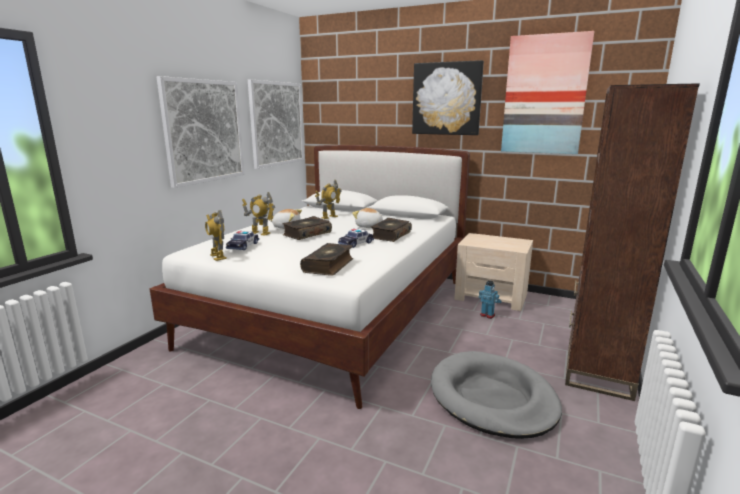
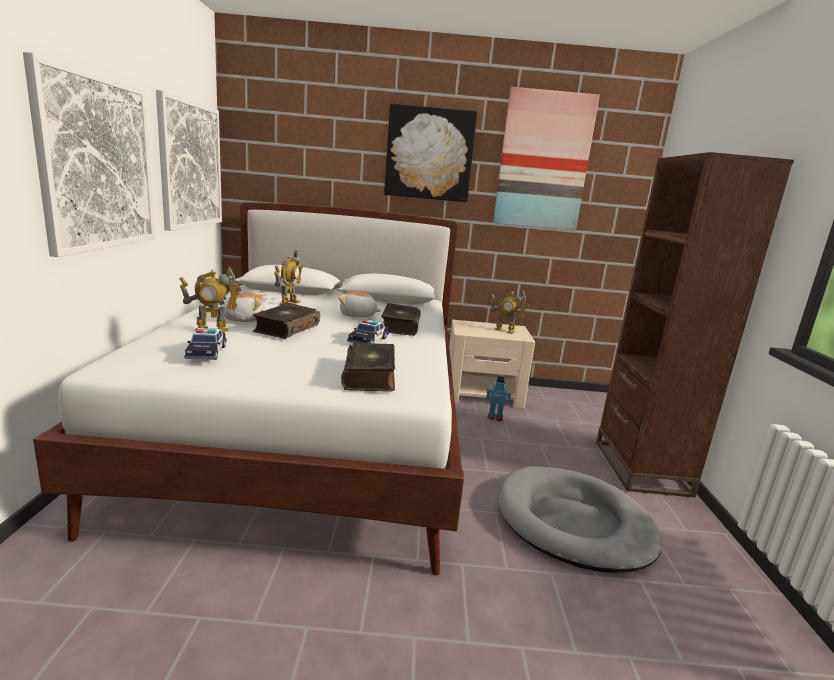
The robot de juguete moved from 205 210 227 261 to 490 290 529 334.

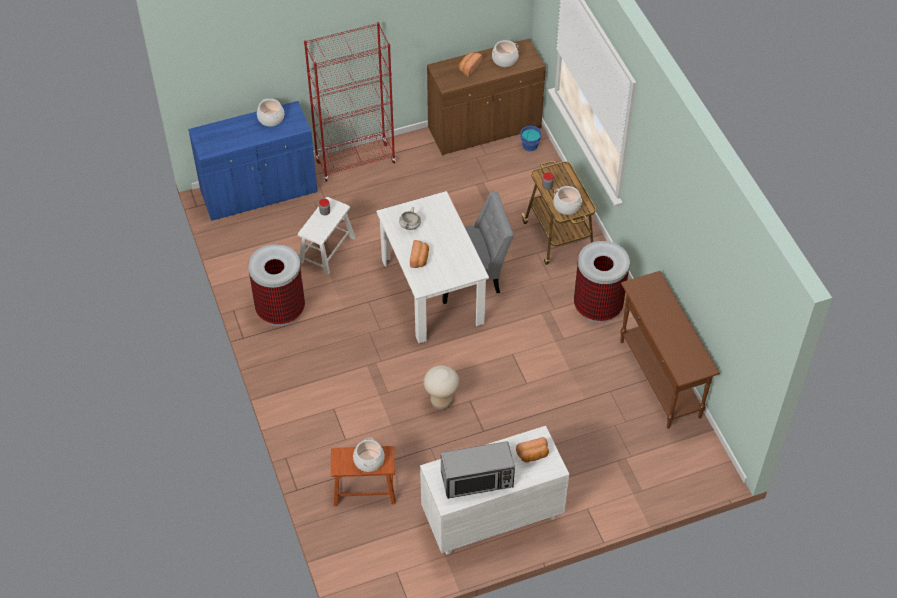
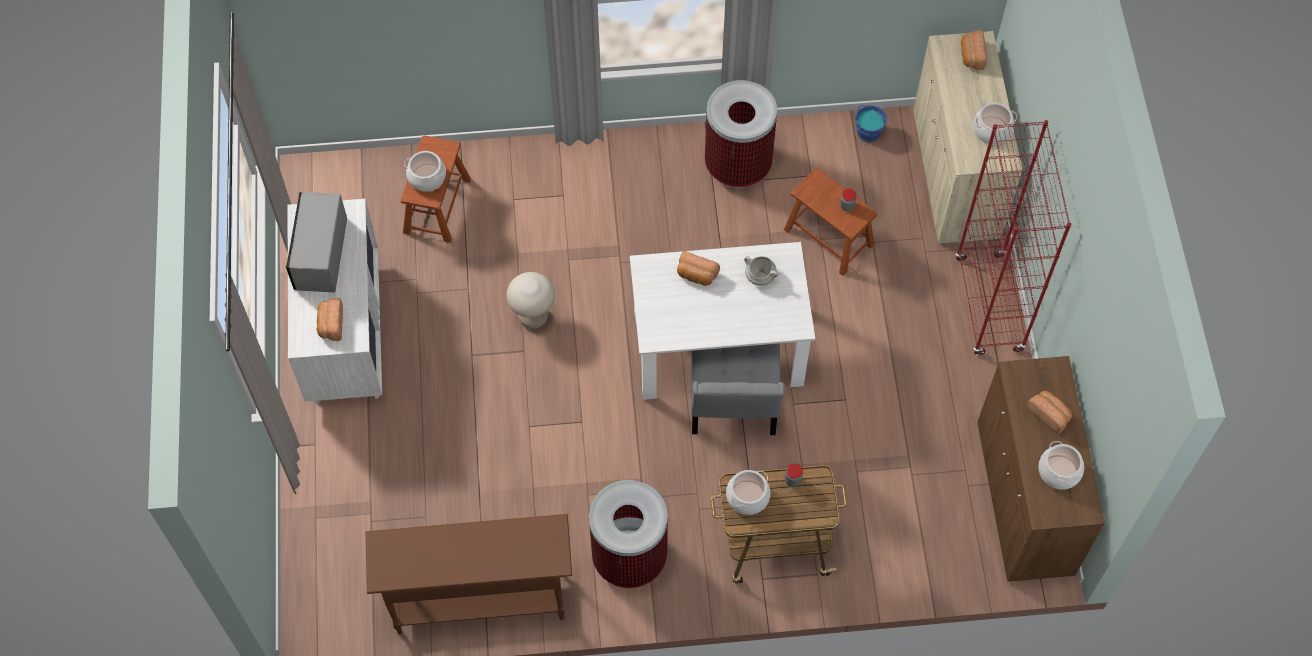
The taburete/blanco at 298 197 356 275 became the taburete/marrón at 784 168 877 276.
The cubo/azul moved from 520 123 542 152 to 855 105 887 143.
The armario/azul at 188 101 318 221 became the armario/beis at 913 31 1023 244.
The pan at 961 30 987 70 appeared.

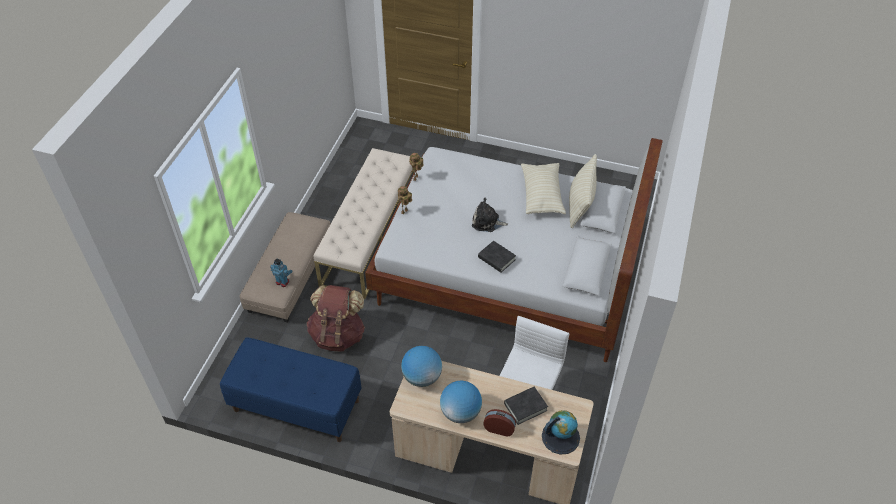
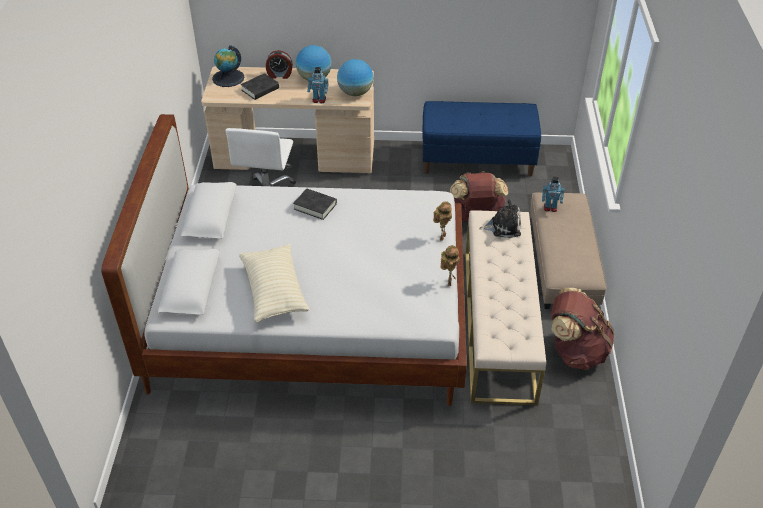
The robot de juguete at 307 67 329 103 appeared.
The peluche moved from 472 197 508 232 to 479 199 521 238.
The mochila/marrón at 551 288 614 370 appeared.
The cojín/beis at 569 154 597 228 disappeared.

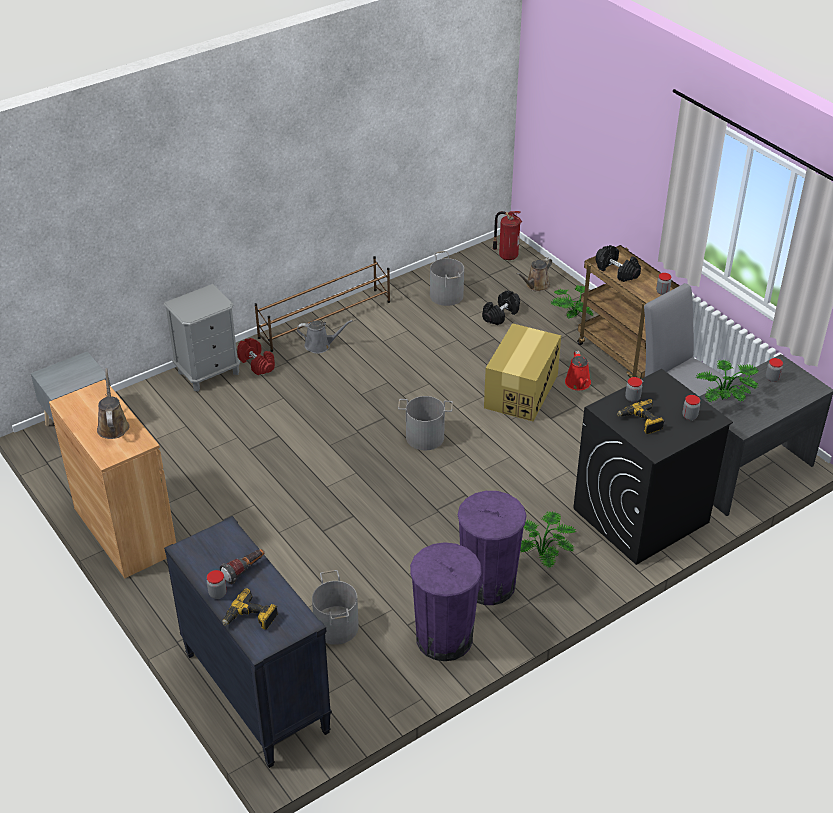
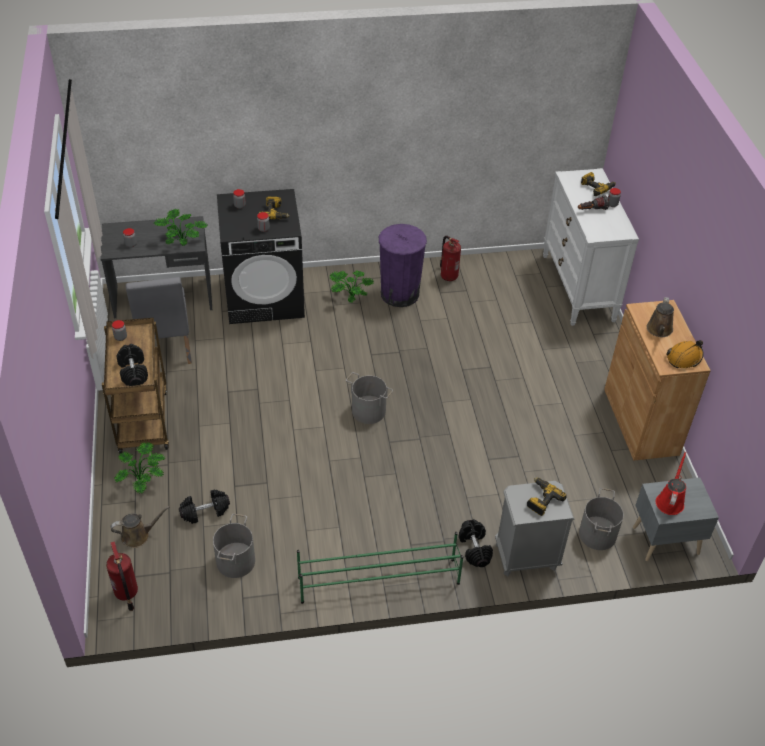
The zapatero/marrón at 255 256 390 352 became the zapatero/verde at 297 532 464 604.
The papelera/morado at 410 542 482 661 was replaced by the extintor at 440 236 461 281.
The mancuerna/rojo at 237 338 275 375 became the mancuerna/negro at 459 519 493 567.
The taladro at 527 477 567 516 appeared.
The cómoda/negro at 164 516 332 768 became the cómoda/blanco at 543 168 639 326.
The cubo/gris moved from 312 570 359 645 to 579 488 624 550.
The regadera/rojo moved from 565 351 591 390 to 656 452 686 515.
The casco/naranja at 666 340 704 368 appeared.
The regadera/gris at 297 320 353 354 disappeared.
The caja de cartón at 484 323 561 421 disappeared.

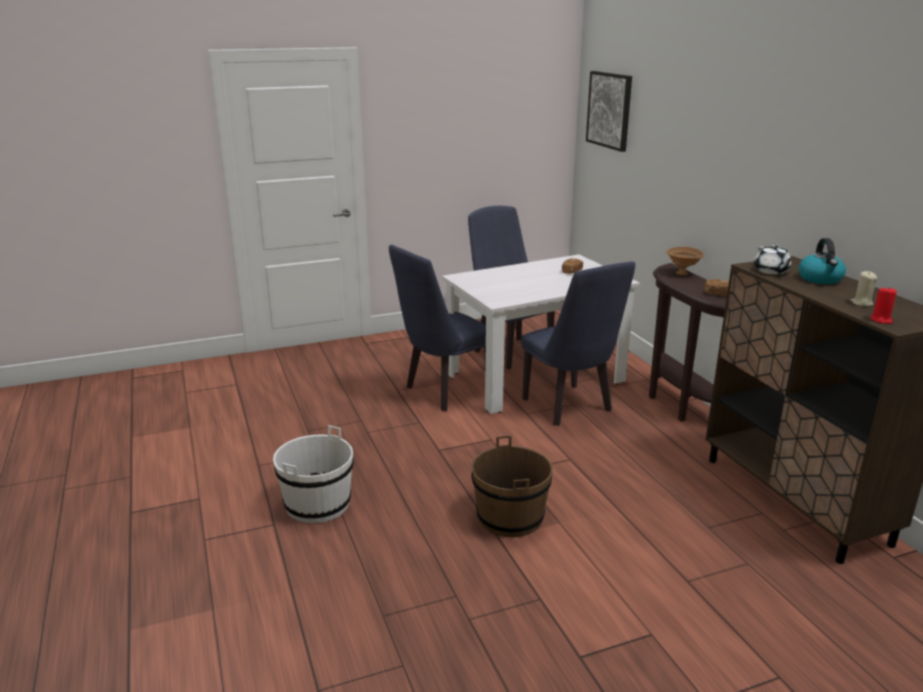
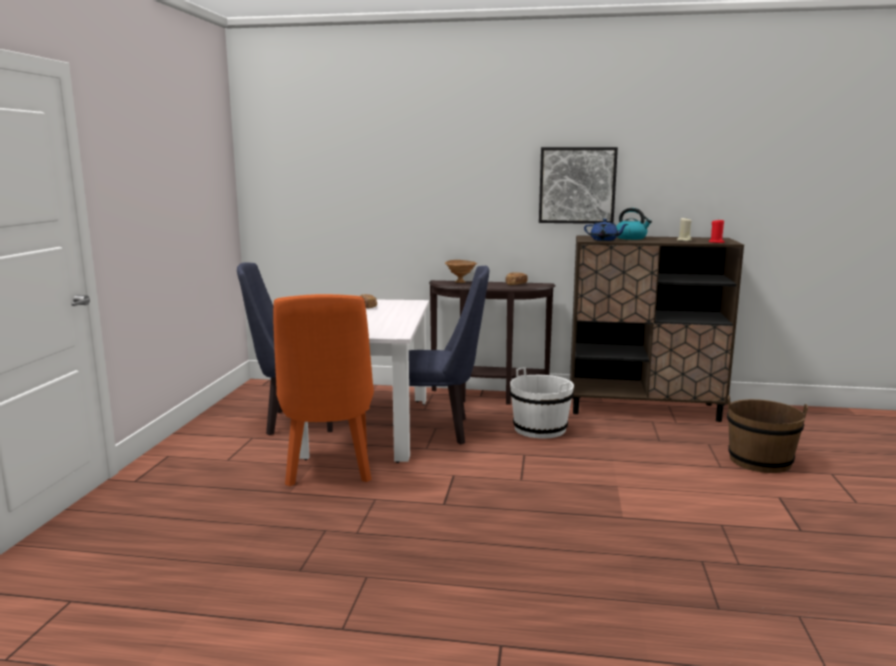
The silla/azul at 389 245 486 411 became the silla/naranja at 273 294 374 486.
The cubo/blanco moved from 273 425 354 523 to 510 367 574 439.
The cuadro moved from 586 71 632 152 to 539 147 618 224.
The tetera/blanco at 754 244 793 275 became the tetera/azul at 584 219 628 241.
The cubo/marrón moved from 471 436 553 537 to 727 395 808 473.

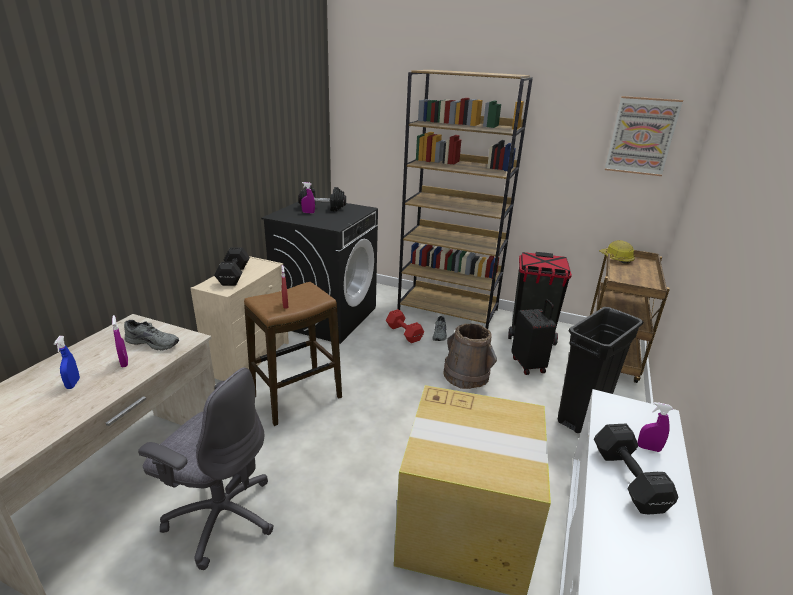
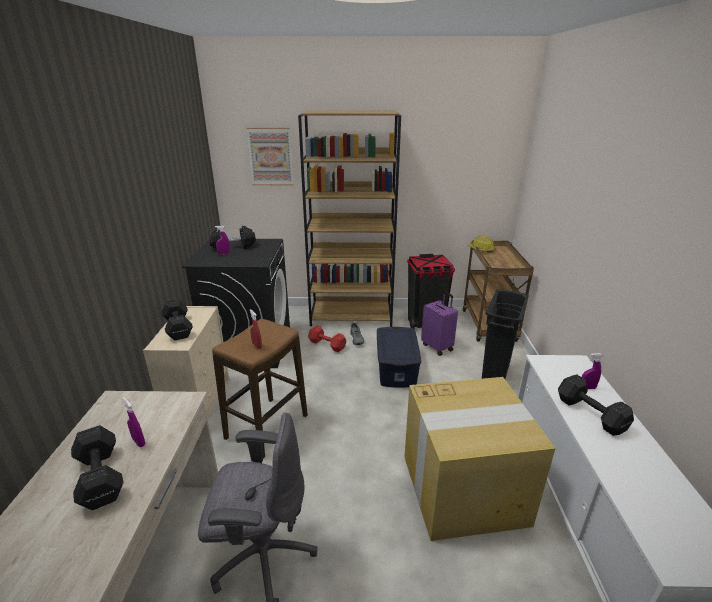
The pulverizador/azul at 54 336 80 389 was replaced by the mancuerna/negro at 71 425 123 510.
The cuadro moved from 605 96 683 176 to 247 127 294 185.
The cubo/marrón at 444 323 497 389 was replaced by the caja de almacenaje/azul at 377 327 421 388.
The maleta/negro at 511 299 556 375 became the maleta/morado at 421 292 458 356.
The zapato/gris at 124 320 179 350 disappeared.

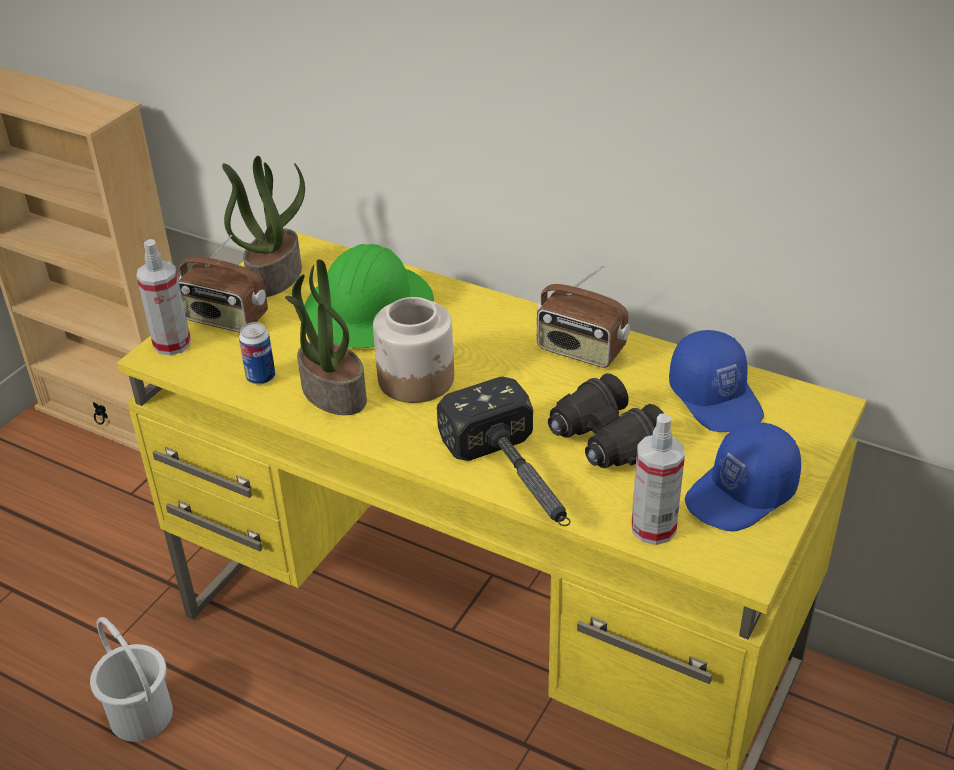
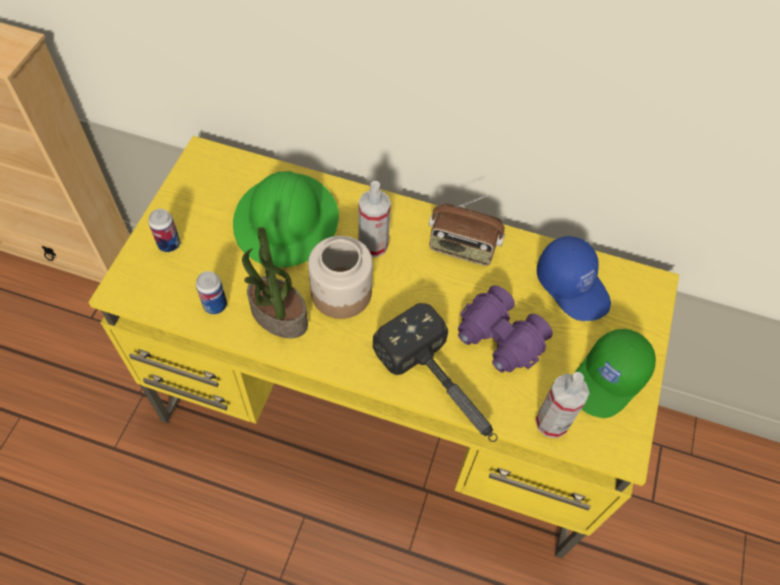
The radio at 178 235 268 332 was replaced by the lata at 148 209 180 252.
The pulverizador moved from 136 239 191 356 to 358 181 391 257.
The prismáticos/negro at 548 373 664 468 became the prismáticos/morado at 458 285 553 373.
The gorra/azul at 685 422 801 532 became the gorra/verde at 575 329 656 418.
The cubo/blanco at 90 617 173 742 disappeared.
The planta en maceta at 222 156 305 297 disappeared.

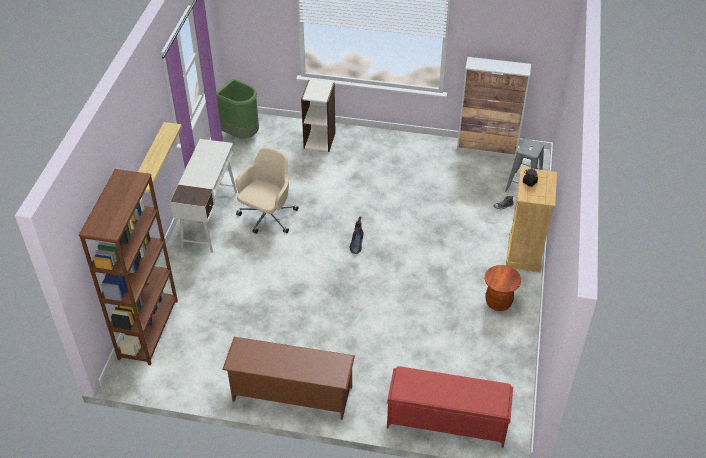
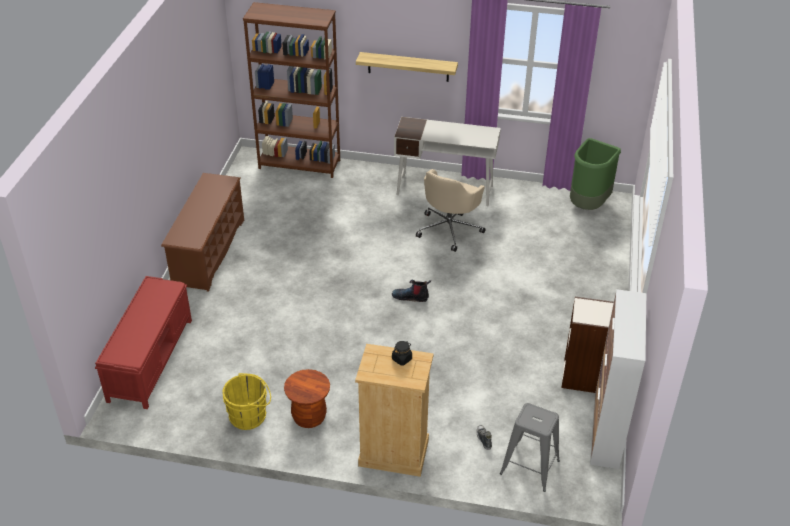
The cubo/amarillo at 222 373 271 430 appeared.
The silla de oficina/beis at 235 147 299 234 turned 90 degrees clockwise.
The estantería moved from 301 80 336 152 to 561 297 614 393.

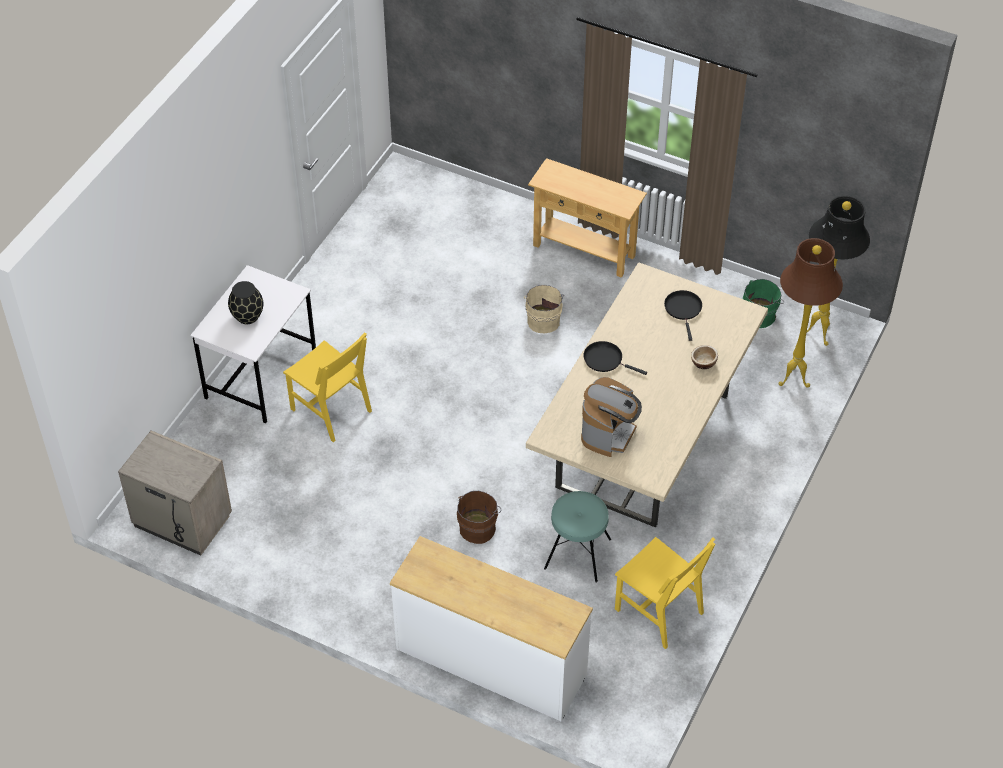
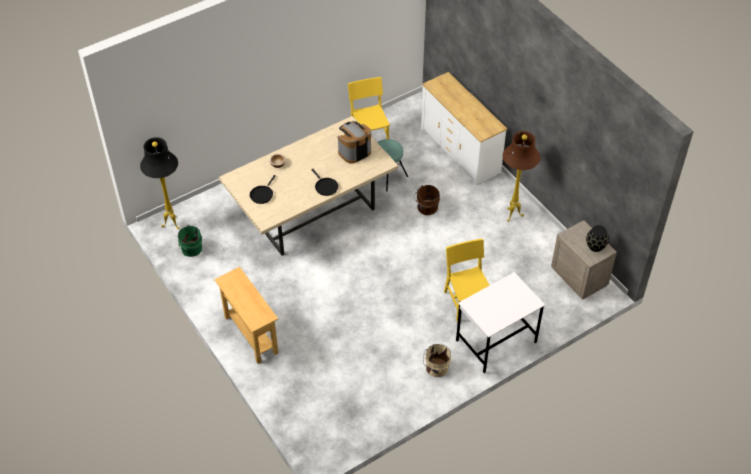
The cubo/beis moved from 523 285 564 333 to 423 344 451 377.
The lámpara de pie/marrón moved from 779 238 843 388 to 503 131 540 222.
The florero/negro moved from 228 281 263 324 to 586 225 609 252.

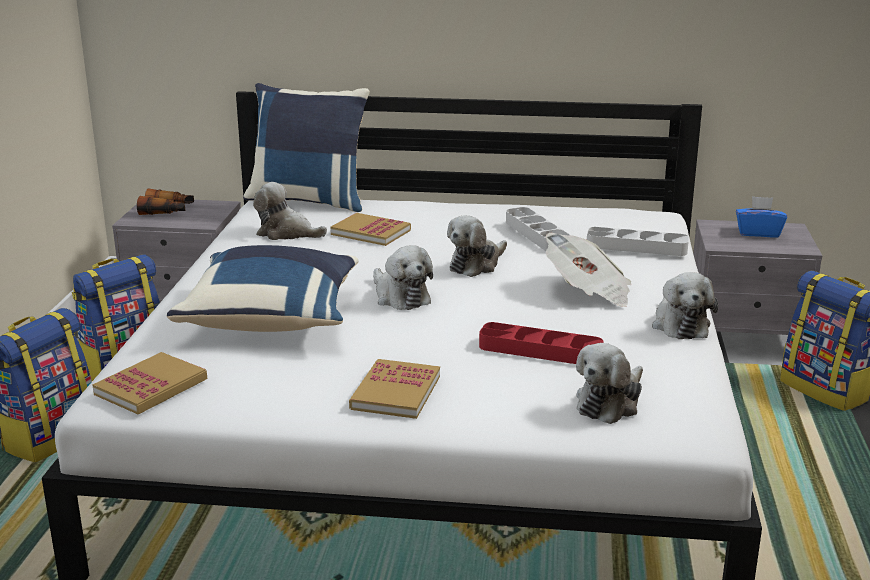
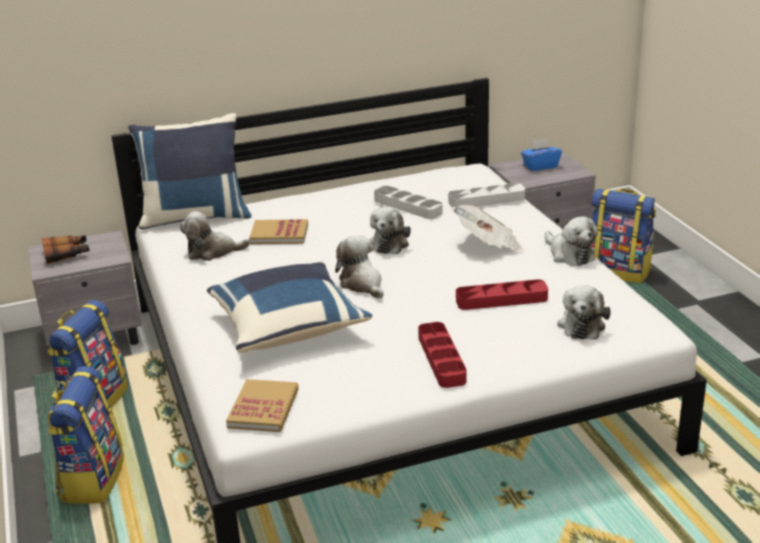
The peluche at 373 245 433 310 turned 150 degrees counterclockwise.
The libro at 349 359 440 419 was replaced by the bandeja/rojo at 418 322 466 388.

